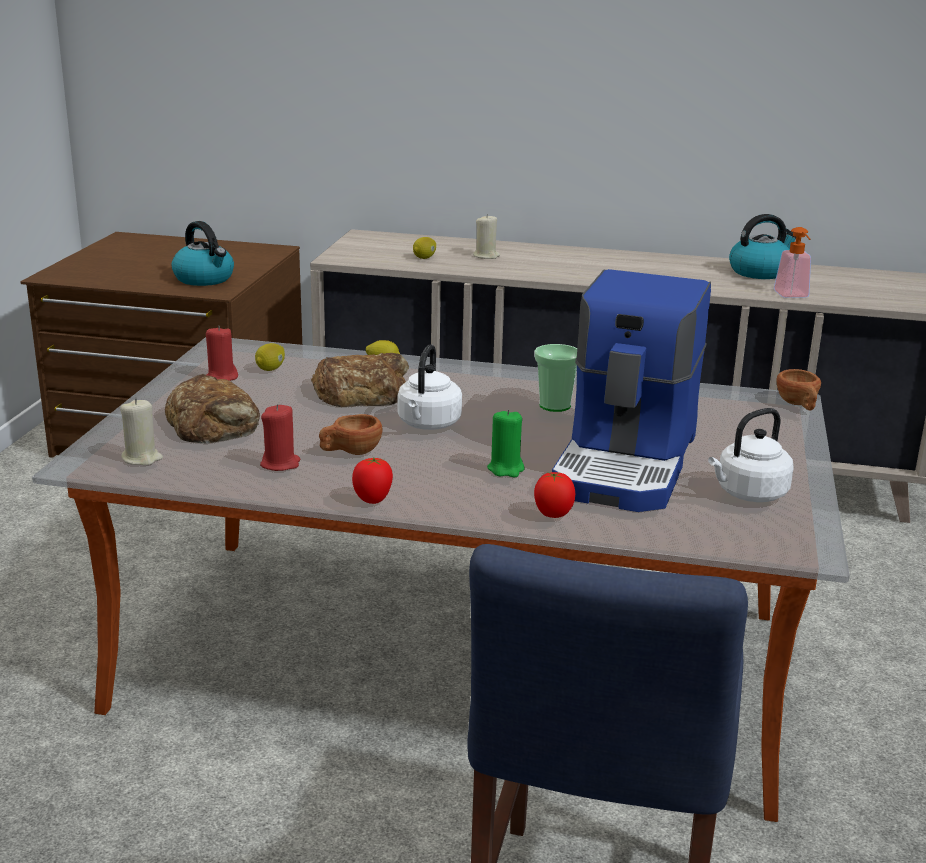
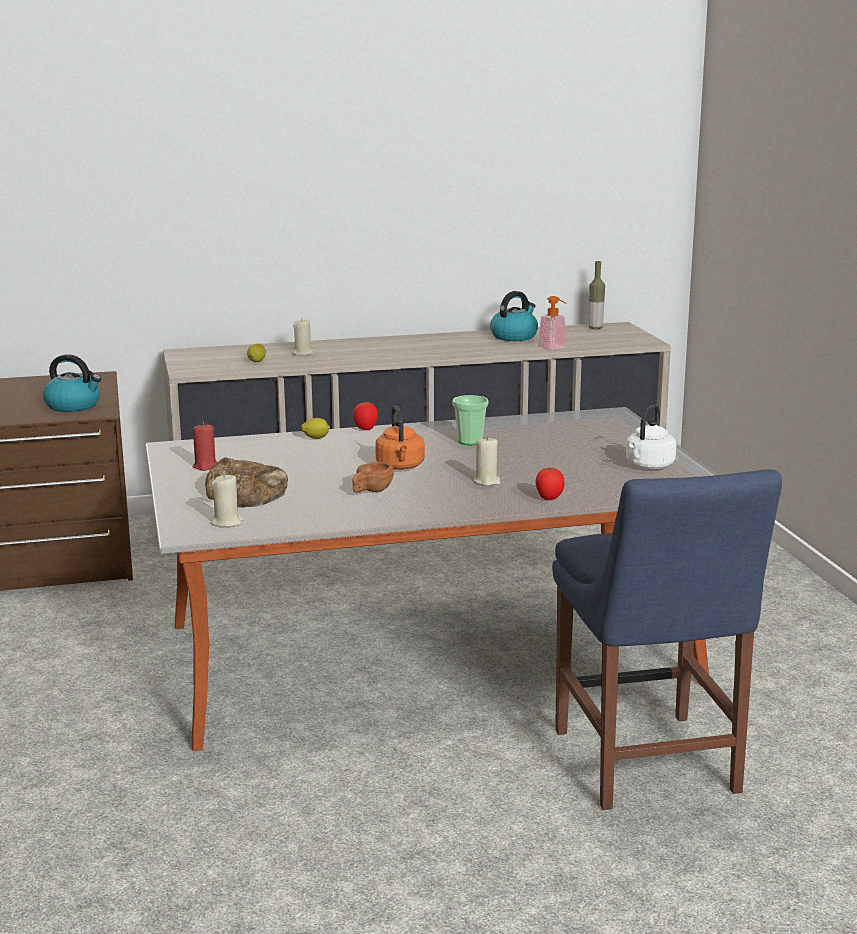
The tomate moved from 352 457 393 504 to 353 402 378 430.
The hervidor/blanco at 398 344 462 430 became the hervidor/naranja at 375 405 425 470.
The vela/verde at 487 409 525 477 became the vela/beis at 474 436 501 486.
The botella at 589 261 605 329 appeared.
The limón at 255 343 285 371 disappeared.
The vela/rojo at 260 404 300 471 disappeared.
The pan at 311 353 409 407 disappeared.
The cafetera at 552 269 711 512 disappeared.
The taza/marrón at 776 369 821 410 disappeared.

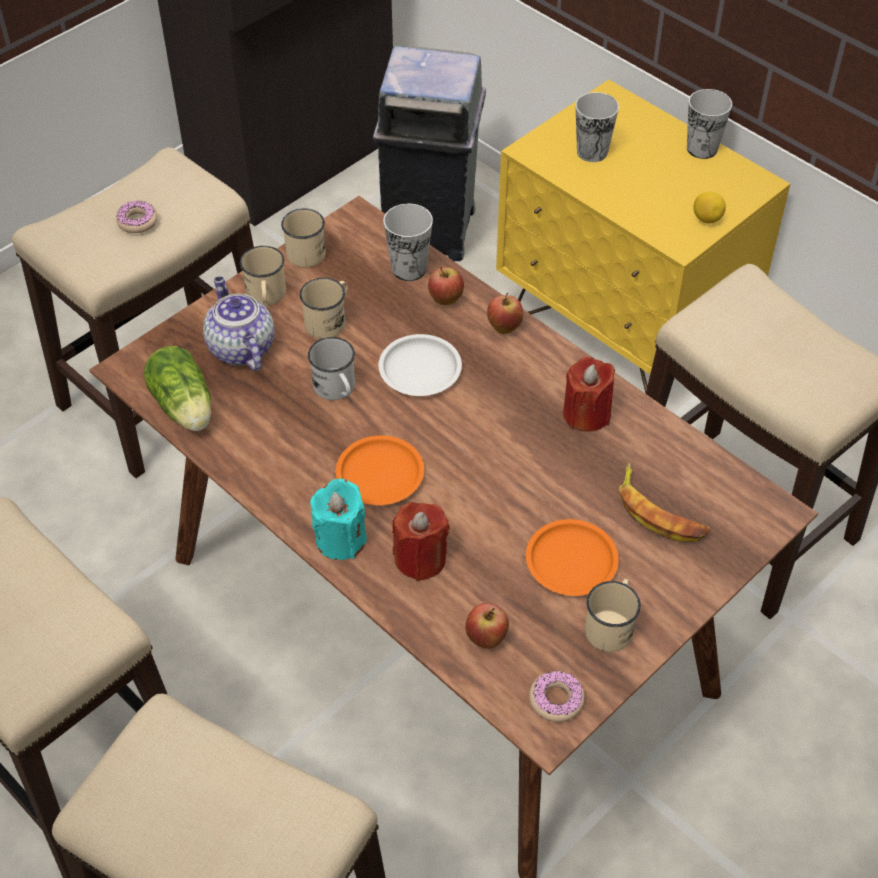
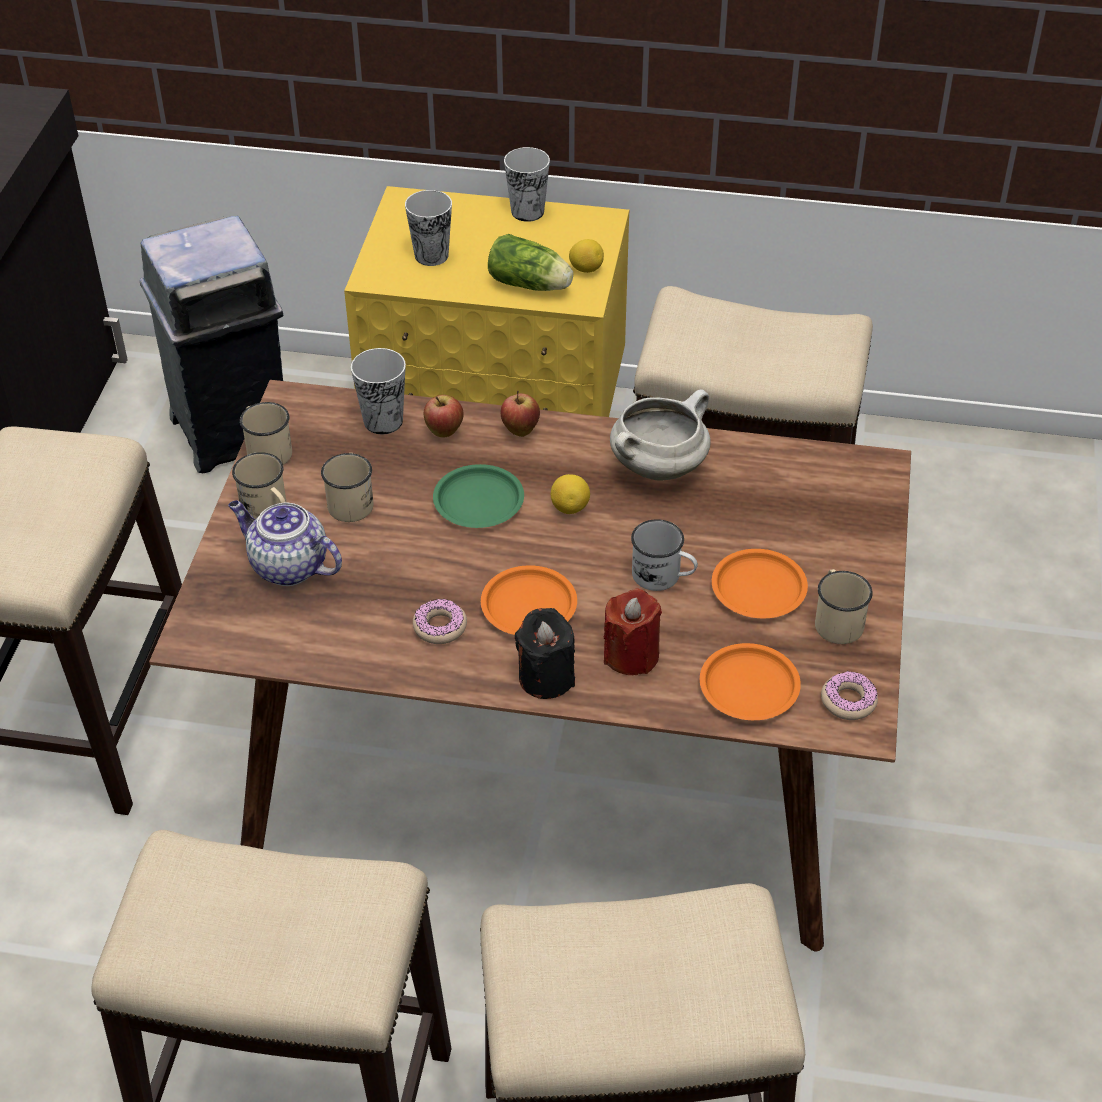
The rosquilla moved from 116 201 158 233 to 413 598 467 644.
The plato/blanco at 378 334 462 396 became the plato/verde at 433 464 524 528.
The lechuga moved from 144 346 211 431 to 488 234 573 291.
The vela/turquesa at 310 479 367 560 became the vela/negro at 515 608 575 699.
The limón at 551 474 590 514 appeared.
The vela/rojo at 563 357 615 432 was replaced by the olla/blanco at 610 389 711 481.
The taza grande/blanco moved from 308 337 355 400 to 631 519 698 591.
The manzana at 465 603 509 649 was replaced by the plato/naranja at 700 643 801 720.
The plátano at 619 463 711 542 disappeared.

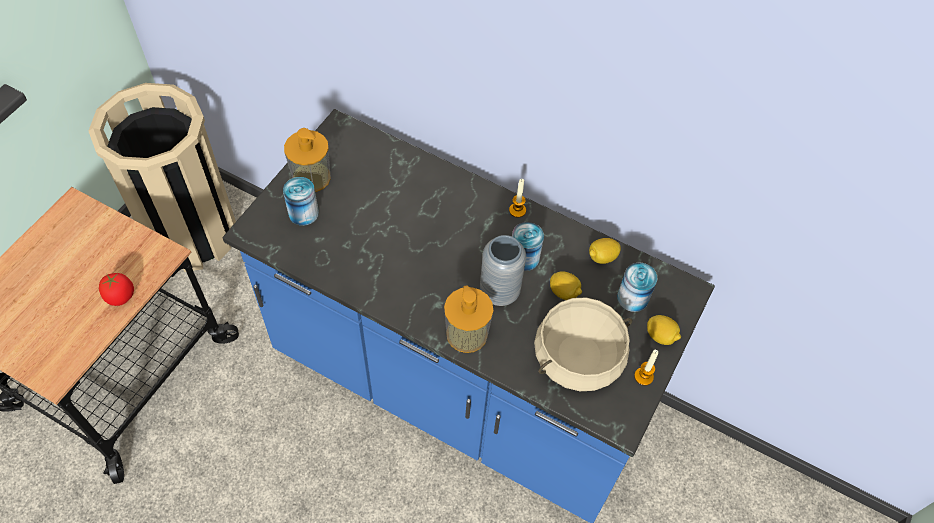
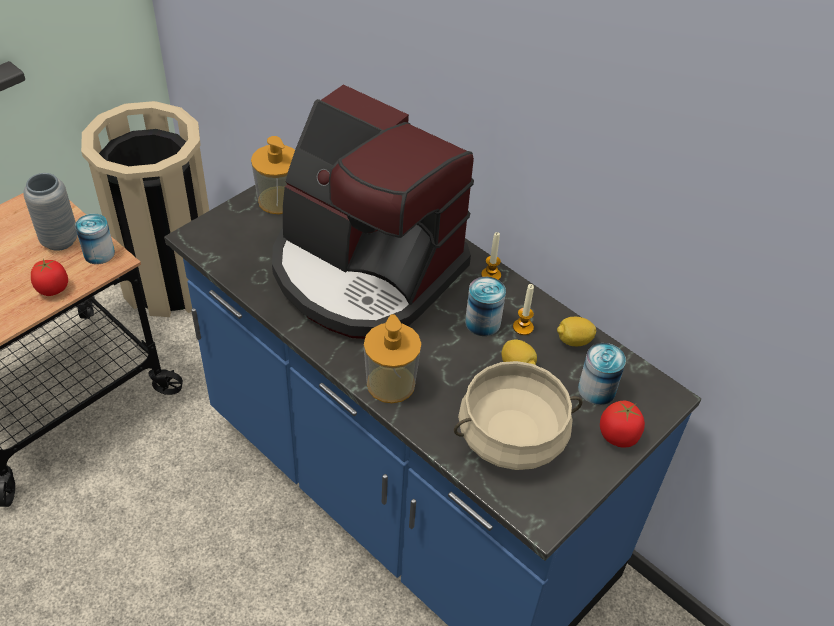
The florero/gris moved from 480 235 526 306 to 23 173 78 251.
The lata moved from 283 177 319 226 to 75 214 115 264.
The cafetera at 272 84 474 339 appeared.
The vela moved from 634 350 658 386 to 513 284 534 335.
The limón at 647 315 681 345 was replaced by the tomate at 600 401 645 448.

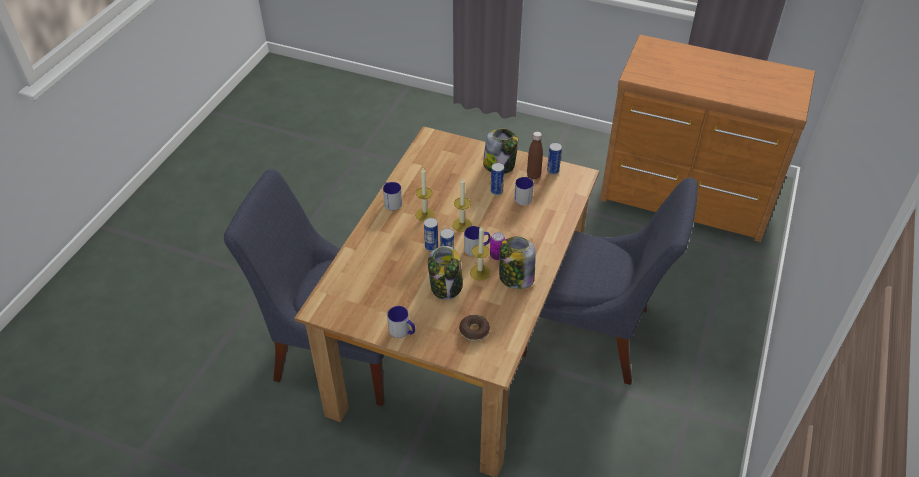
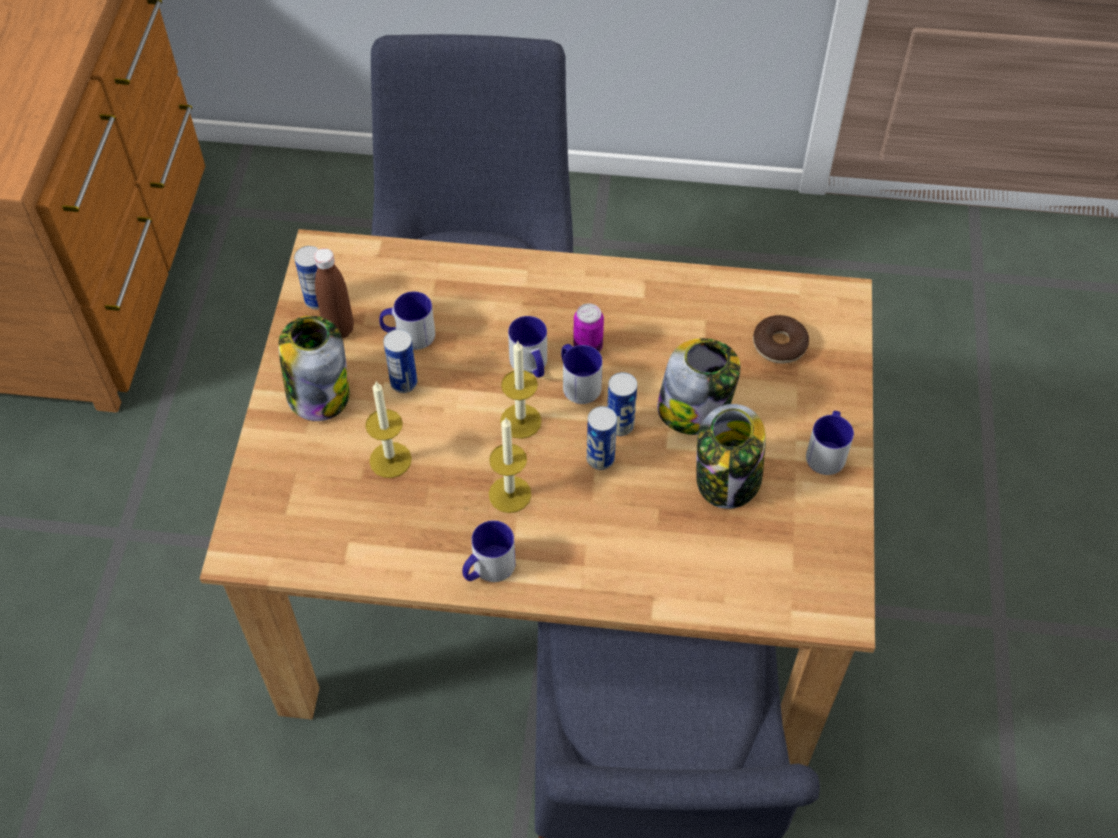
The vela moved from 470 226 490 280 to 365 382 412 478.
The taza grande at 508 316 547 378 appeared.
The tarro moved from 499 236 536 289 to 696 404 766 509.

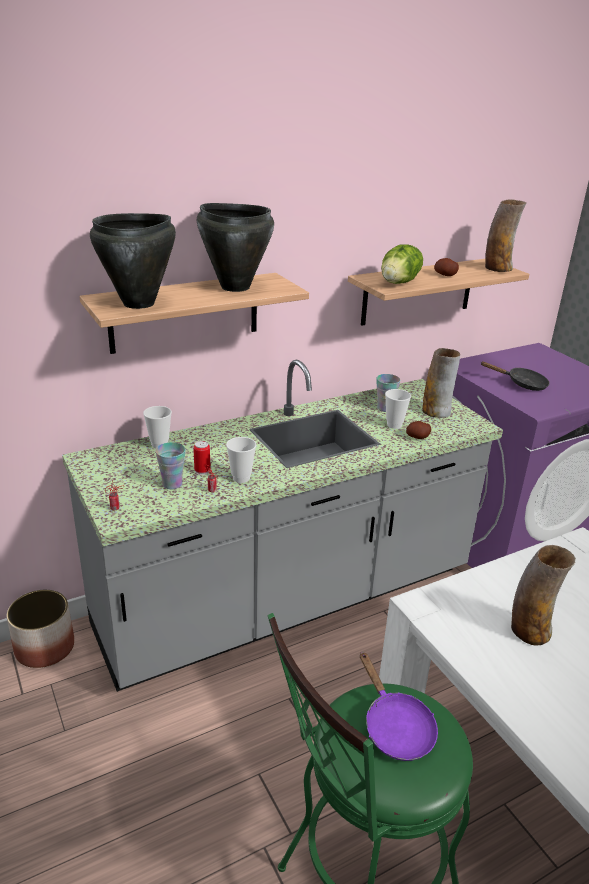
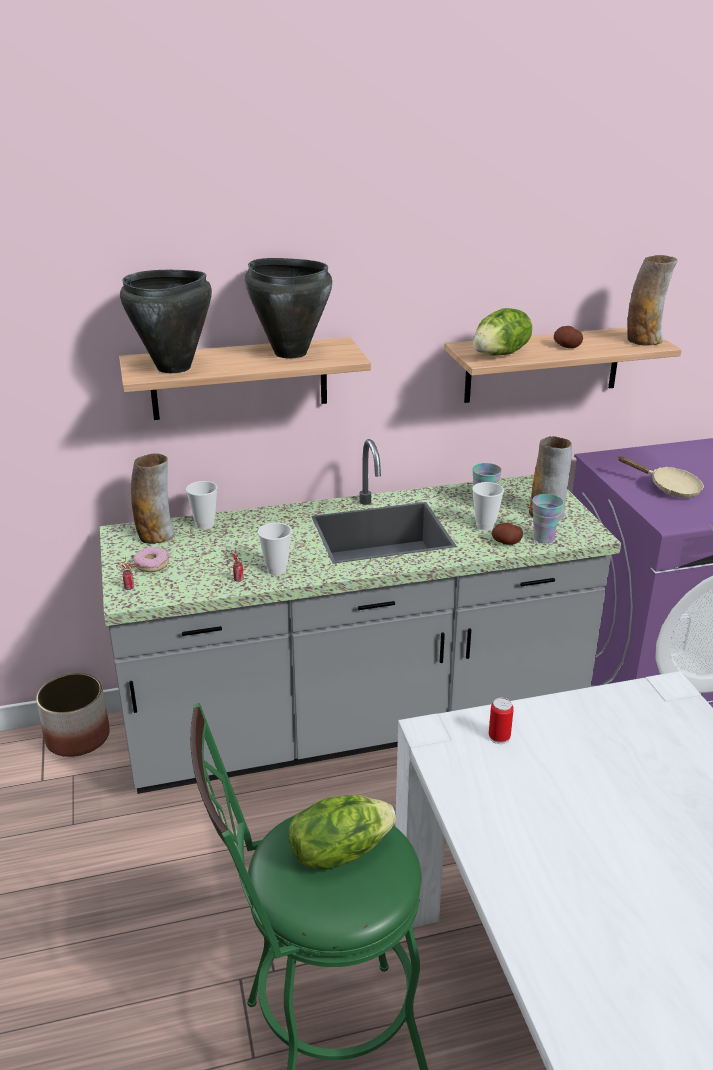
The florero moved from 511 545 576 646 to 131 454 175 544.
The rosquilla at 133 547 169 572 appeared.
The sartén/morado at 360 652 438 761 was replaced by the lechuga at 289 795 396 870.
The lata moved from 194 441 210 475 to 489 698 514 744.
The taza moved from 155 442 185 489 to 532 494 564 543.
The sartén/negro at 480 361 550 391 became the sartén/beis at 618 456 704 498.

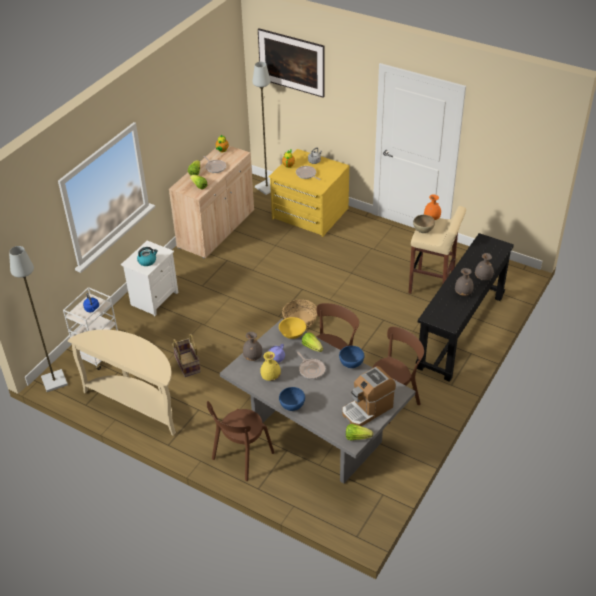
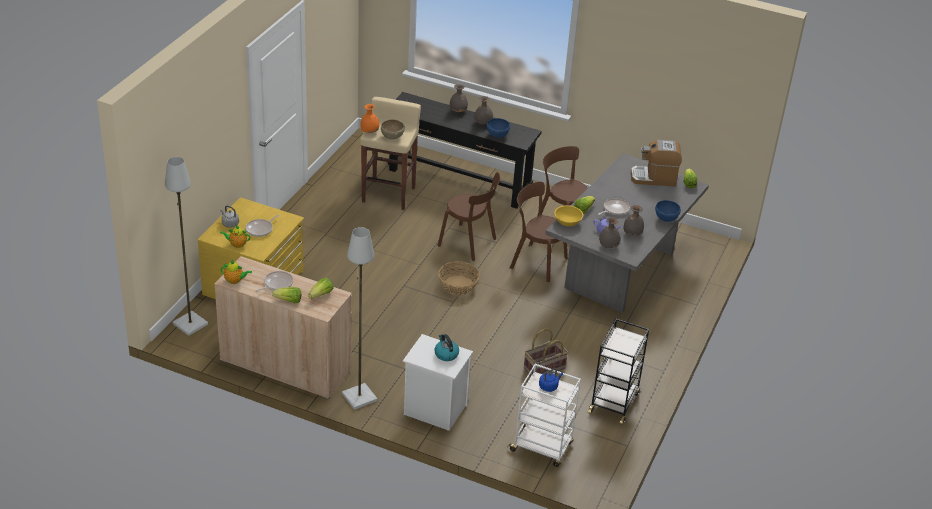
The lámpara de pie/gris moved from 9 246 68 392 to 342 227 377 410.
The silla/marrón moved from 207 401 274 481 to 437 172 500 261.
The cuenco/azul moved from 339 346 364 368 to 487 118 510 138.
The mesa consola/beis at 68 330 176 435 was replaced by the carrito/negro at 588 319 649 424.
The florero/amarillo at 260 351 281 381 became the florero/gris at 624 205 644 235.
The cafetera at 342 366 396 426 turned 135 degrees clockwise.
The cuadro at 258 28 324 98 disappeared.

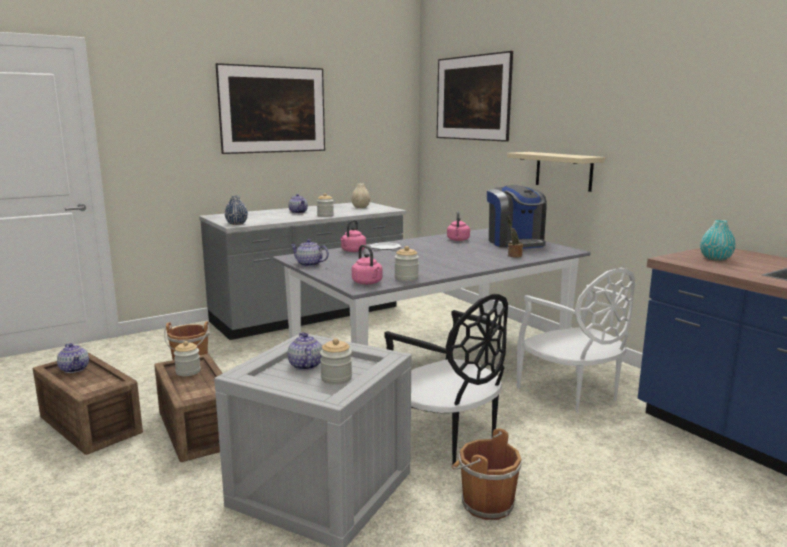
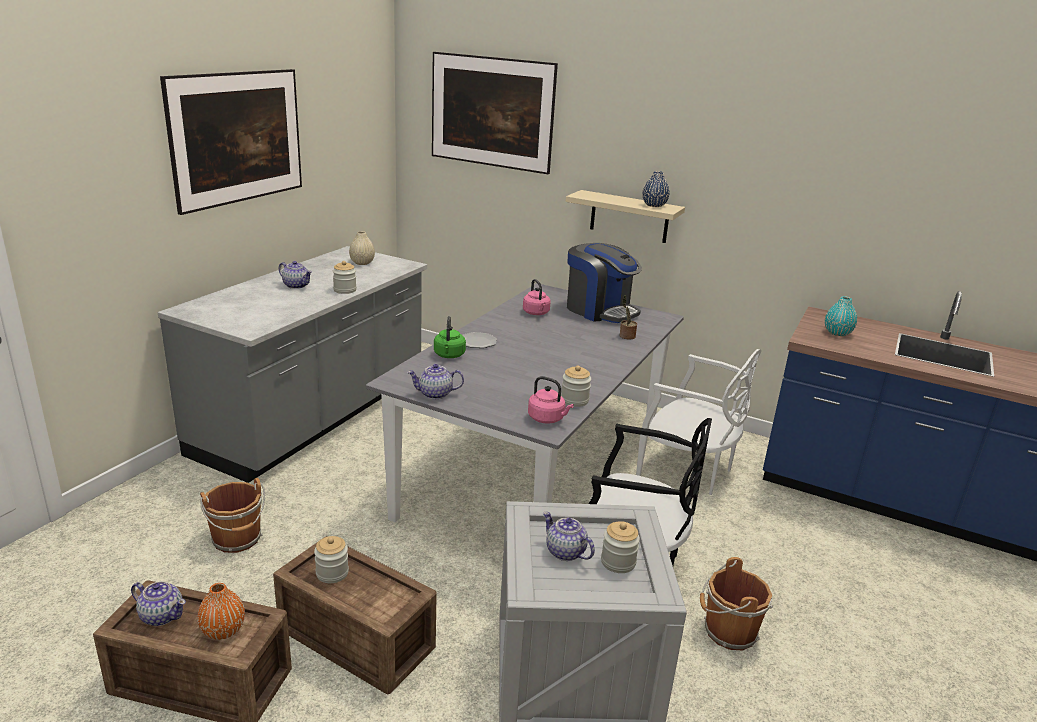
The florero/naranja at 197 583 245 640 appeared.
The hervidor/rosa at 340 220 366 252 became the hervidor/verde at 434 316 466 358.
The florero/azul moved from 225 196 248 225 to 642 171 670 207.

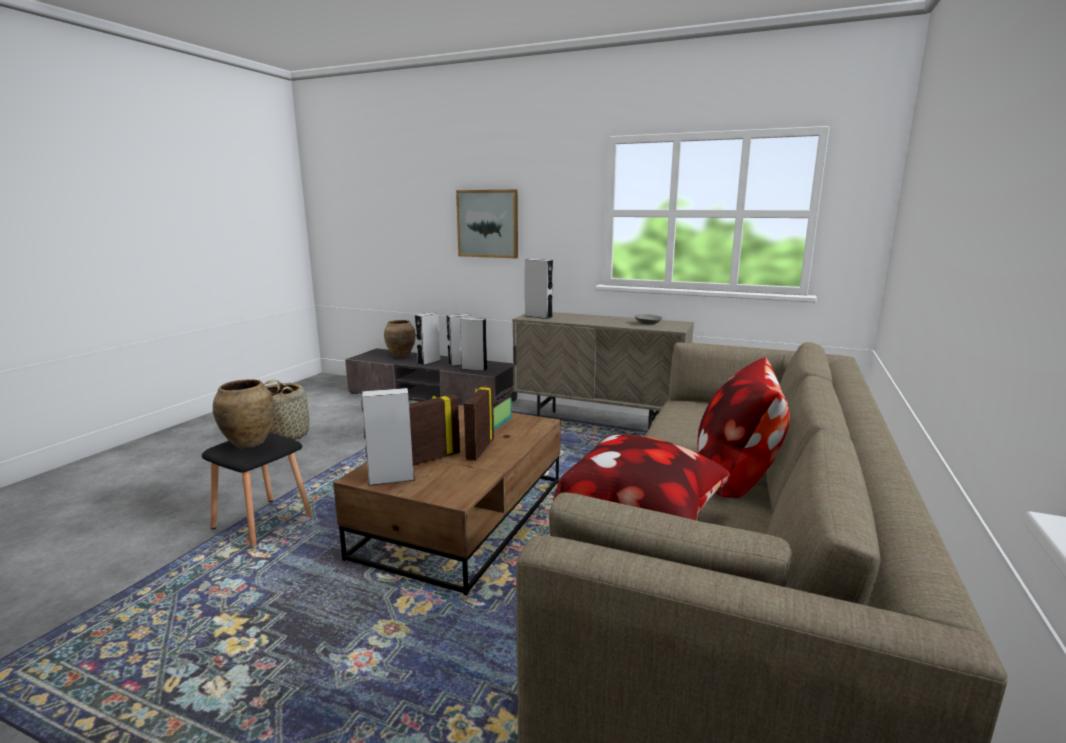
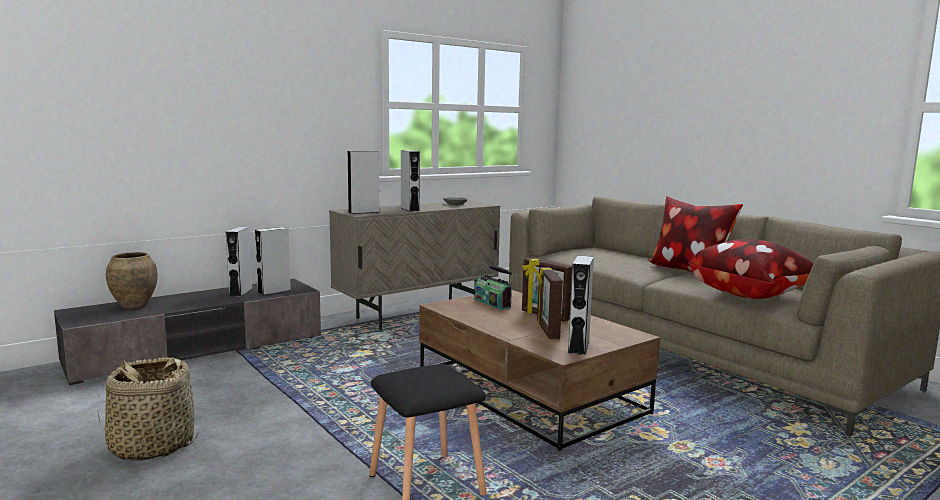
The altavoz/gris moved from 415 312 441 365 to 401 150 420 212.
The florero/marrón at 213 379 275 449 disappeared.
The cuadro at 456 190 518 258 disappeared.

